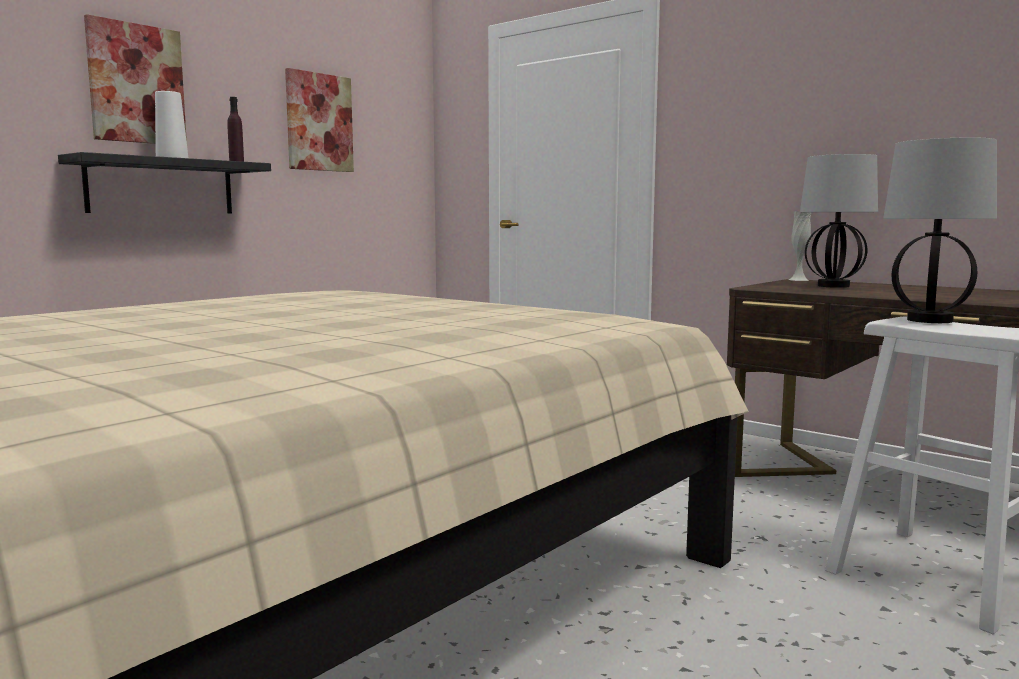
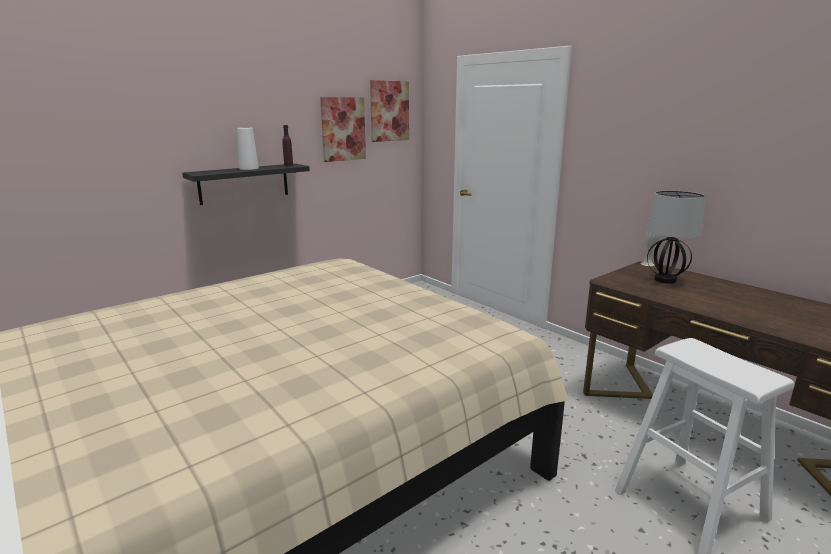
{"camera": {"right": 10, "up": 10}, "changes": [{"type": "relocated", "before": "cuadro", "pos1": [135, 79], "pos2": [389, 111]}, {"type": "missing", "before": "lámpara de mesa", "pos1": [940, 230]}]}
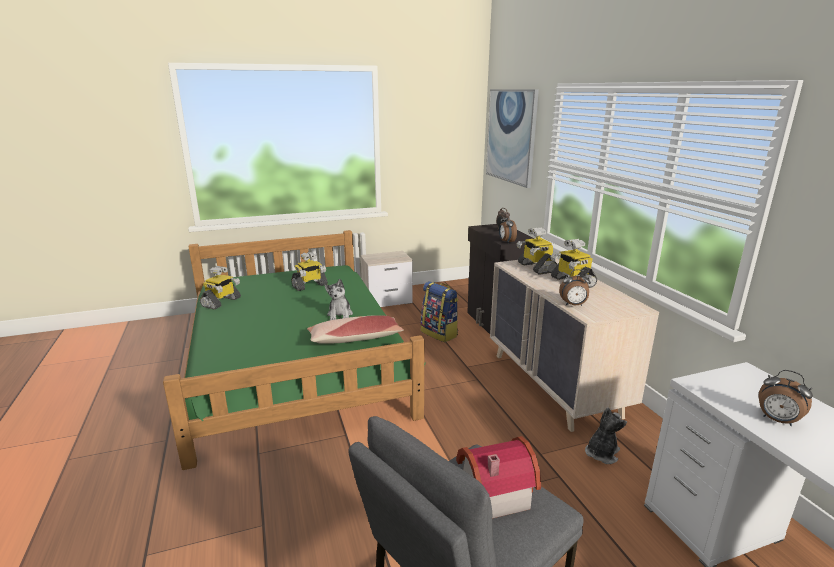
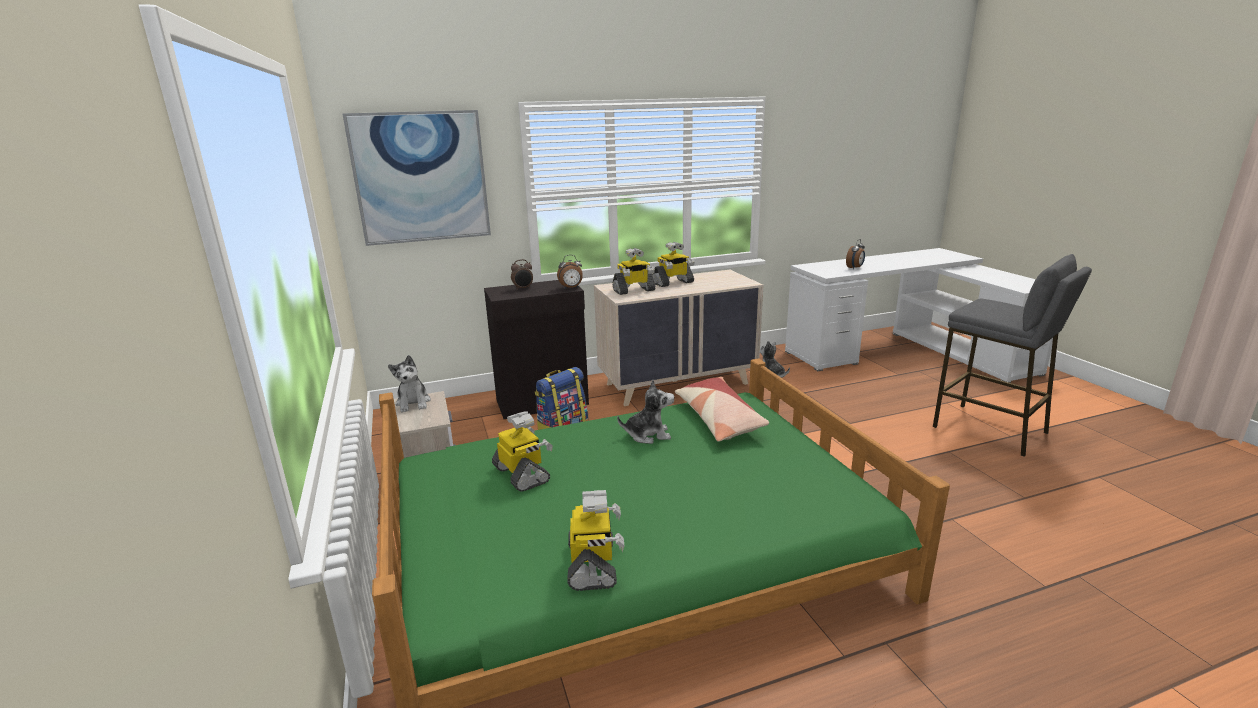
{"camera": {"right": -90, "up": 0}, "changes": [{"type": "appeared", "after": "peluche", "pos2": [409, 383]}, {"type": "spun", "before": "robot de juguete", "pos1": [220, 287], "pos2": [596, 540], "turn": 60}, {"type": "missing", "before": "casita", "pos1": [498, 477]}, {"type": "missing", "before": "despertador", "pos1": [575, 287]}]}
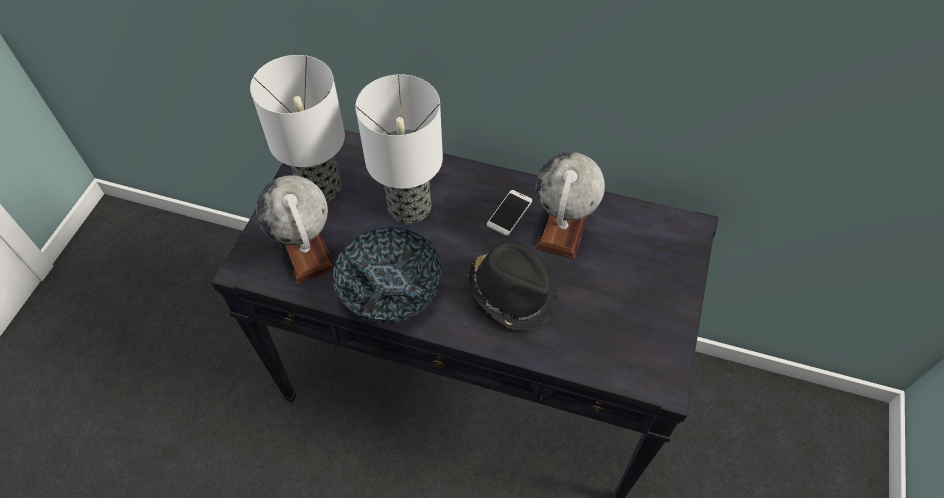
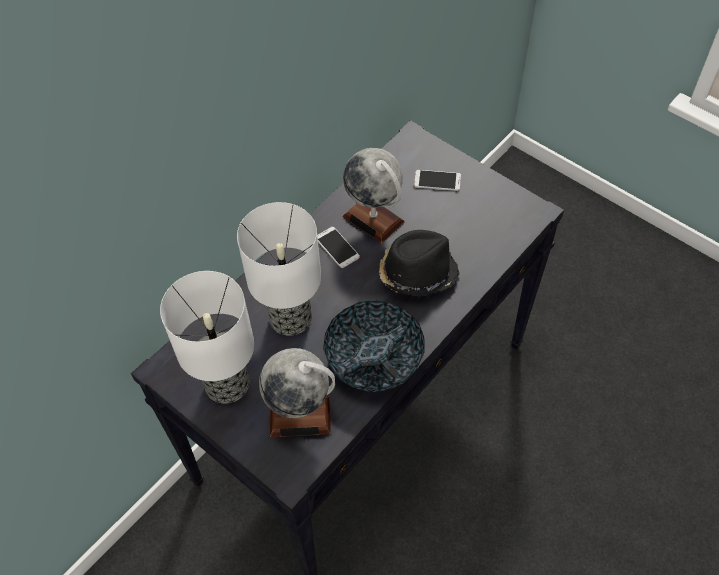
{"camera": {"right": -65, "up": 0}, "changes": [{"type": "appeared", "after": "móvil", "pos2": [437, 180]}]}
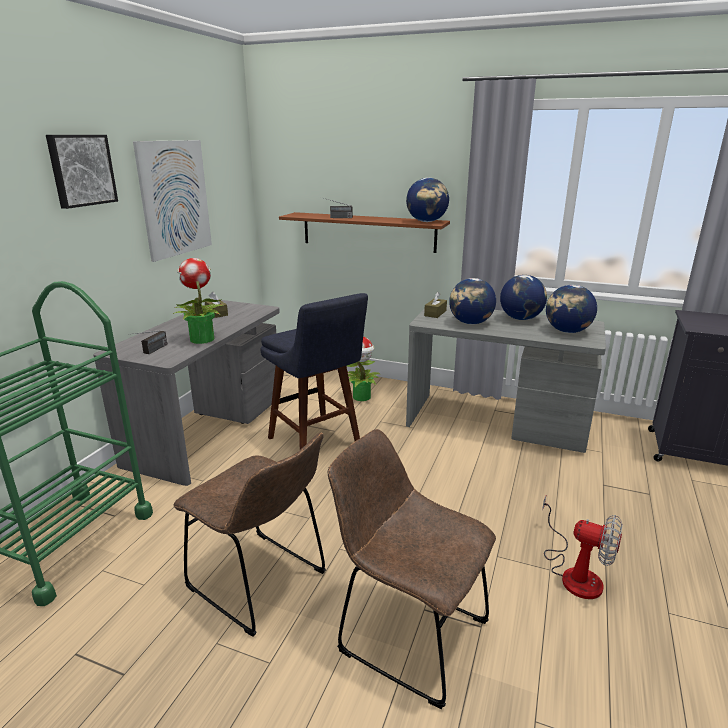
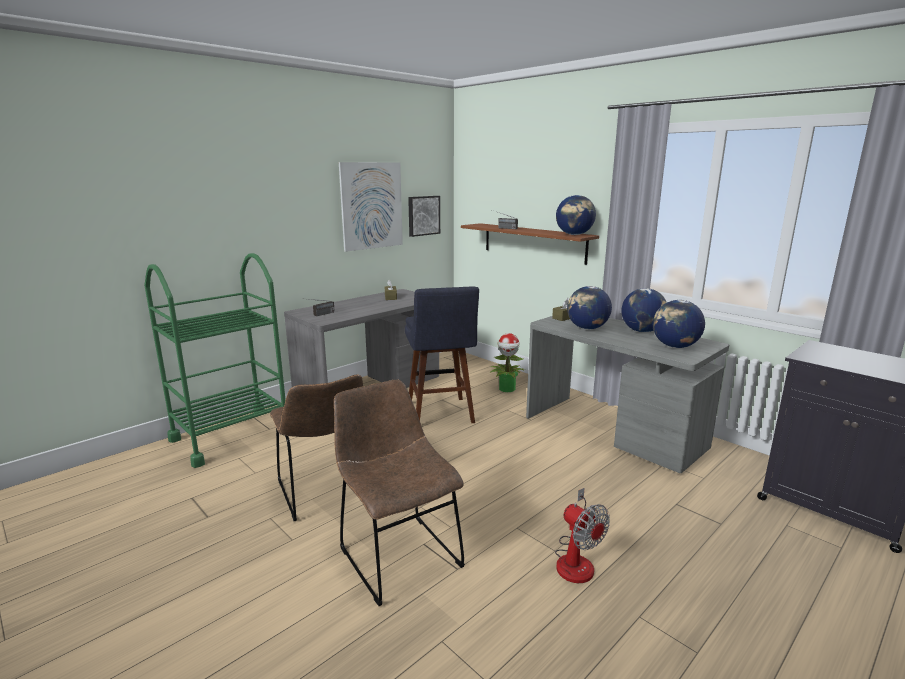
{"camera": {"right": 25, "up": -5}, "changes": [{"type": "relocated", "before": "cuadro", "pos1": [82, 172], "pos2": [424, 216]}, {"type": "missing", "before": "planta en maceta", "pos1": [199, 301]}]}
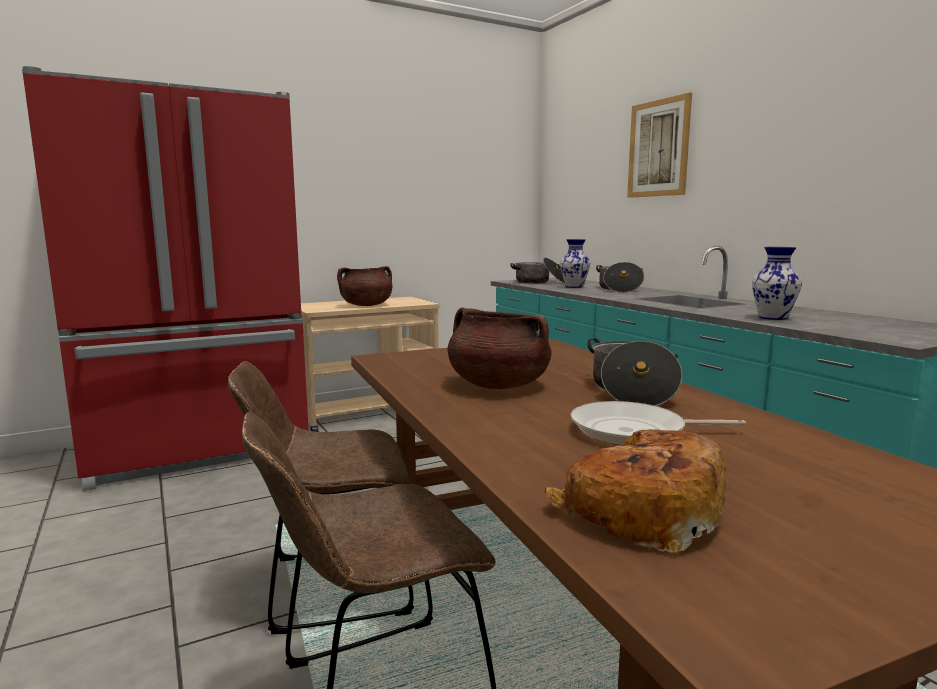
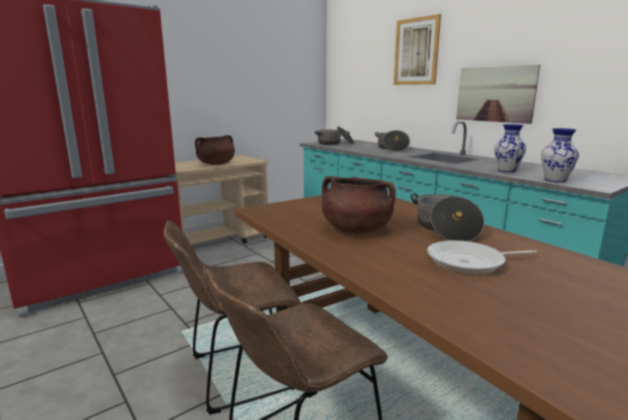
{"camera": {"right": -10, "up": 5}, "changes": [{"type": "appeared", "after": "cuadro", "pos2": [498, 94]}, {"type": "relocated", "before": "florero", "pos1": [575, 263], "pos2": [560, 155]}, {"type": "missing", "before": "pan", "pos1": [635, 490]}]}
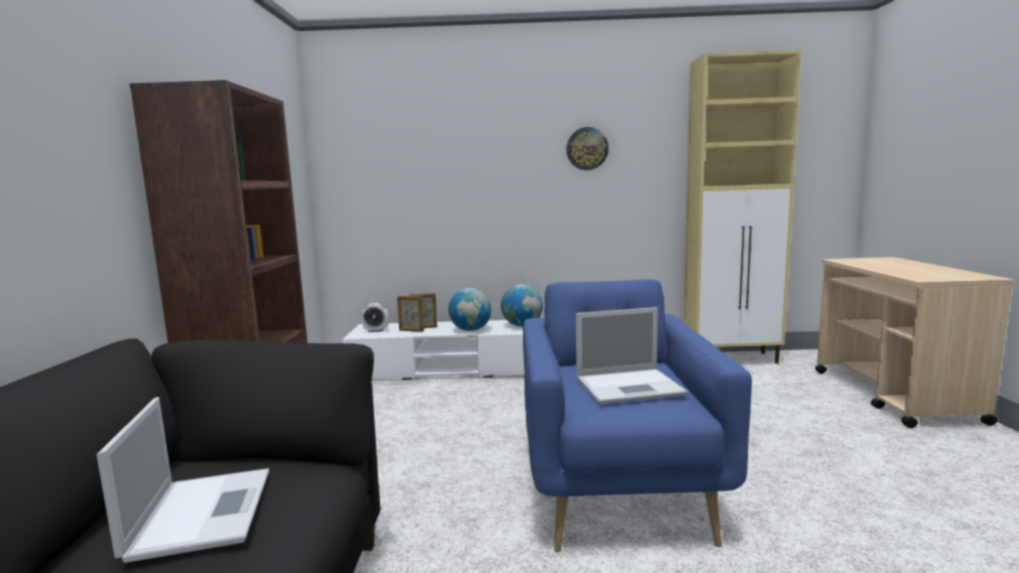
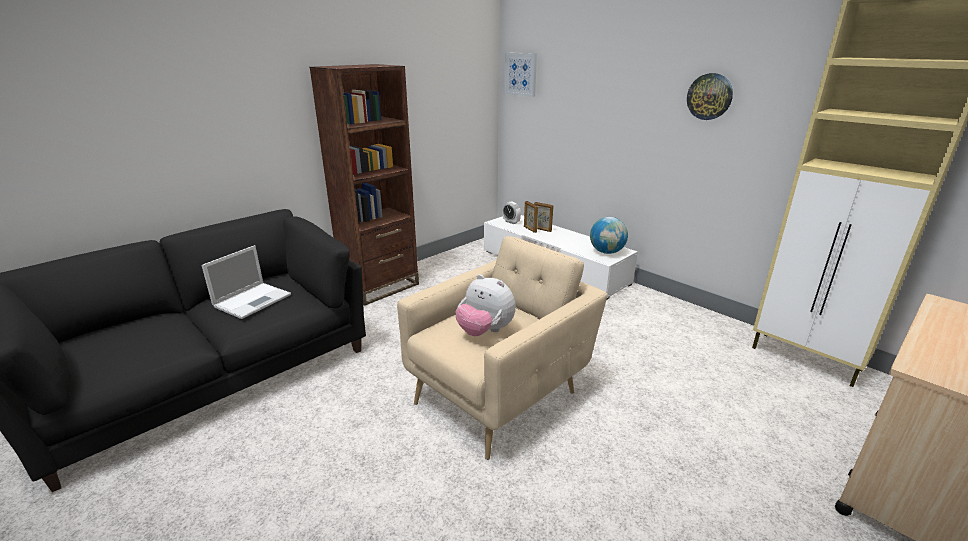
{"camera": {"right": 45, "up": 15}, "changes": [{"type": "colour", "before": "sillón/azul", "after": "sillón/beis", "pos1": [637, 415], "pos2": [502, 348]}, {"type": "exchanged", "before": "portátil", "after": "peluche", "pos1": [632, 355], "pos2": [485, 305]}, {"type": "appeared", "after": "cuadro", "pos2": [520, 75]}, {"type": "missing", "before": "globo terráqueo", "pos1": [470, 309]}]}
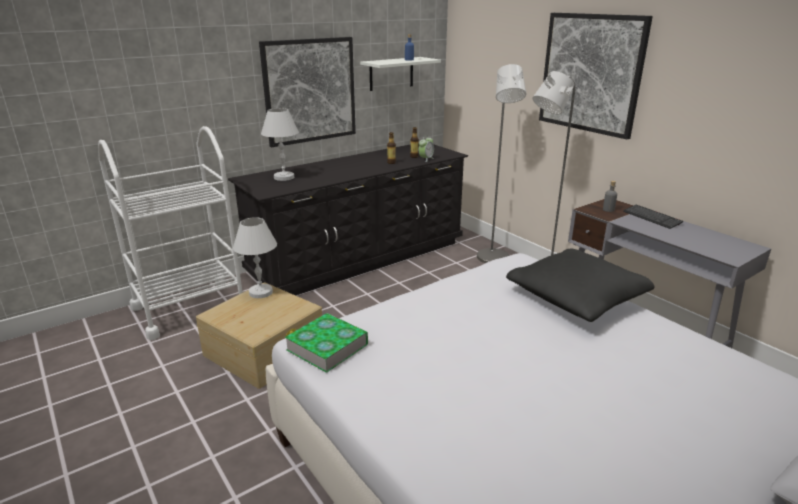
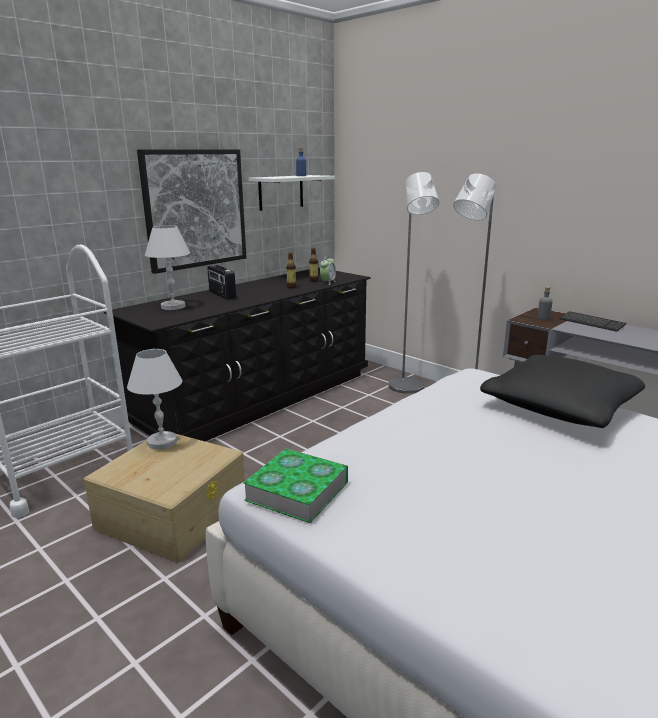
{"camera": {"right": -10, "up": -5}, "changes": [{"type": "appeared", "after": "radio", "pos2": [221, 282]}, {"type": "missing", "before": "cuadro", "pos1": [596, 76]}]}
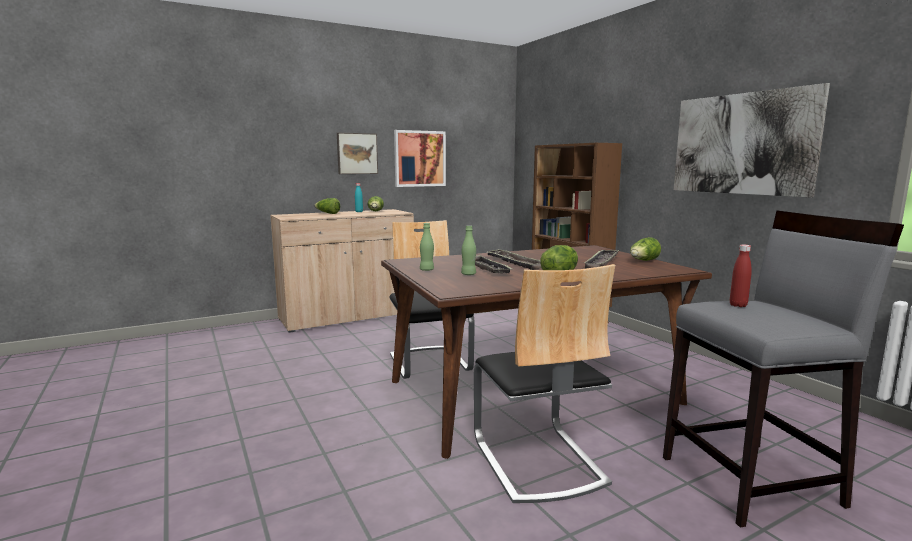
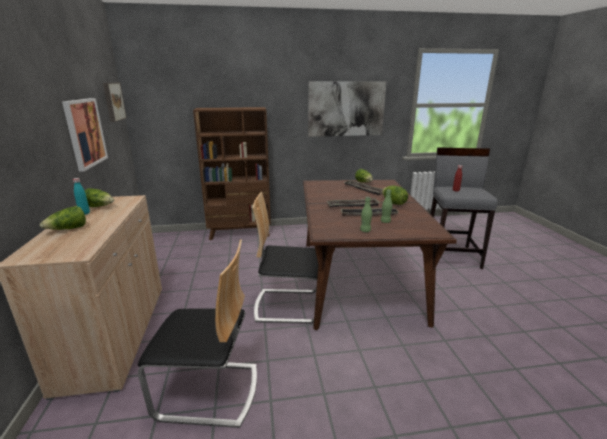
{"camera": {"right": -70, "up": 10}, "changes": [{"type": "relocated", "before": "cuadro", "pos1": [357, 153], "pos2": [115, 102]}, {"type": "relocated", "before": "silla", "pos1": [544, 383], "pos2": [197, 333]}]}
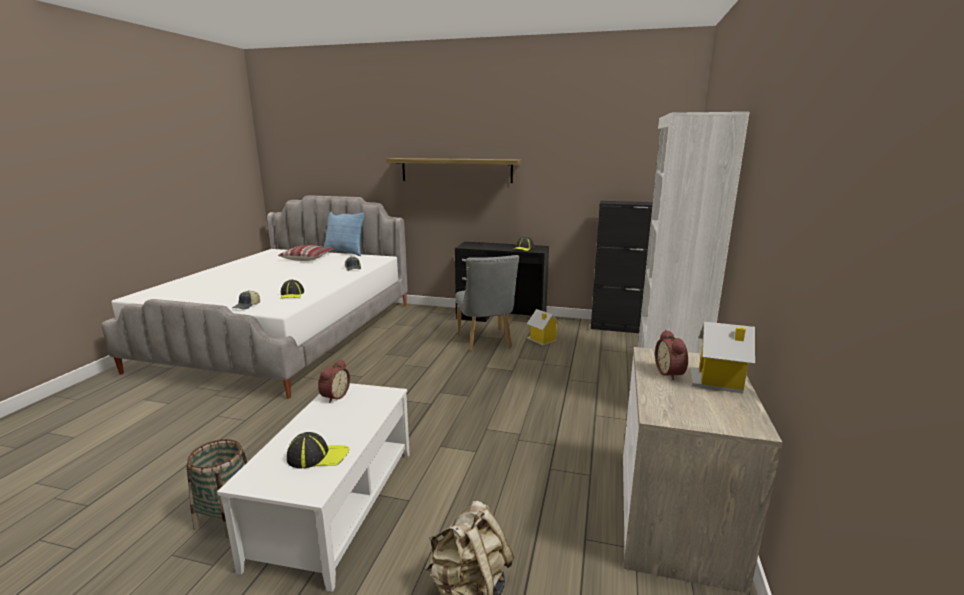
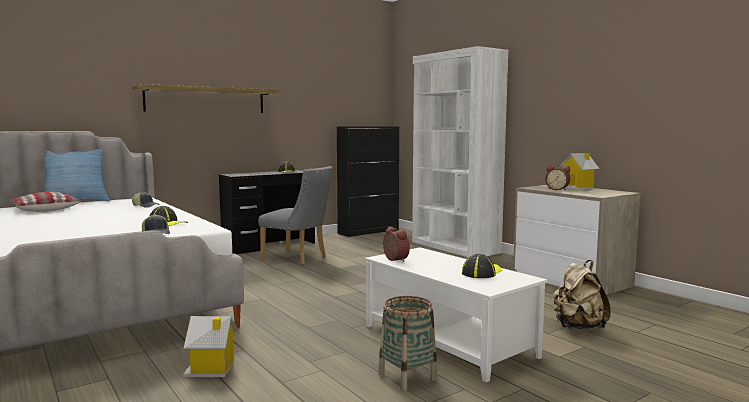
{"camera": {"right": -50, "up": -10}, "changes": [{"type": "relocated", "before": "casita", "pos1": [544, 327], "pos2": [210, 346]}]}
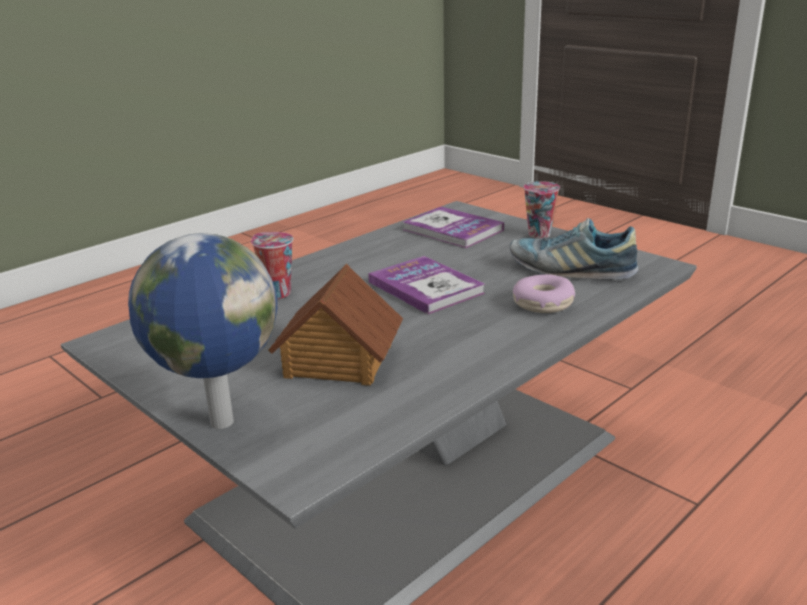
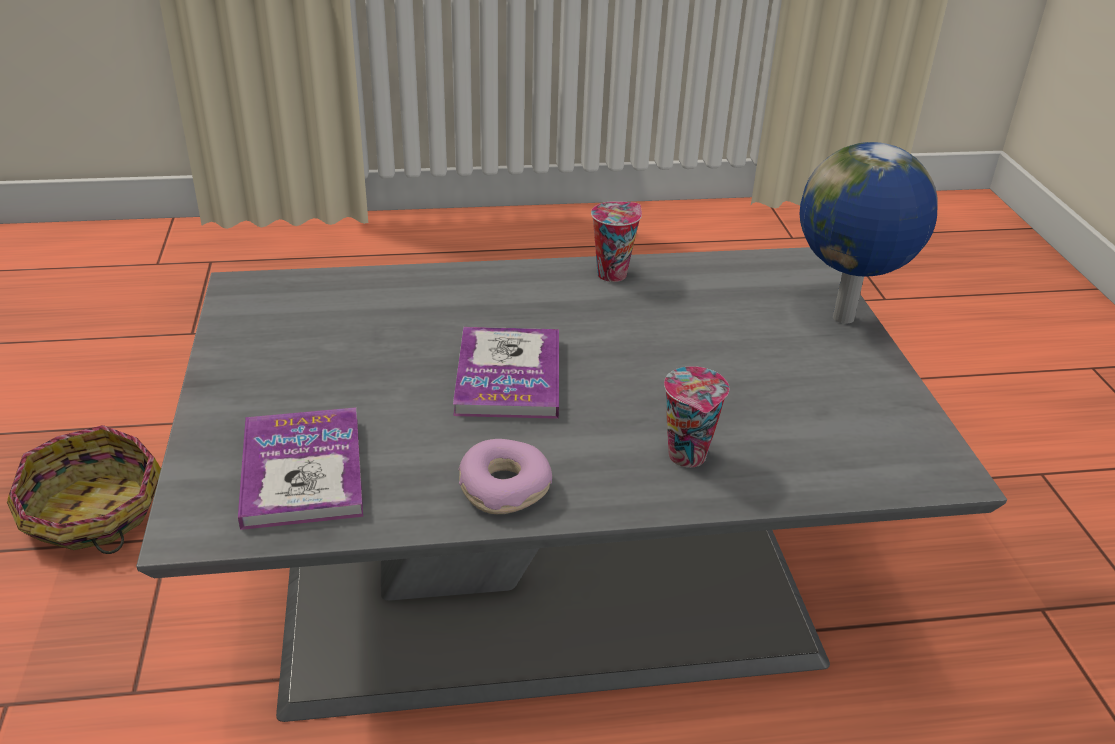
{"camera": {"right": -145, "up": 10}, "changes": [{"type": "appeared", "after": "cesta", "pos2": [84, 489]}, {"type": "relocated", "before": "rosquilla", "pos1": [544, 293], "pos2": [505, 476]}, {"type": "relocated", "before": "taza", "pos1": [541, 209], "pos2": [616, 241]}, {"type": "missing", "before": "casita", "pos1": [335, 325]}, {"type": "missing", "before": "zapato", "pos1": [574, 249]}]}
